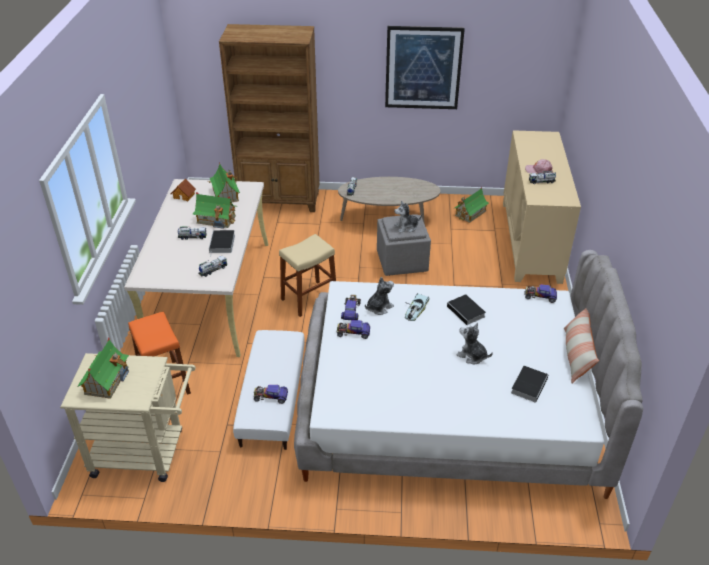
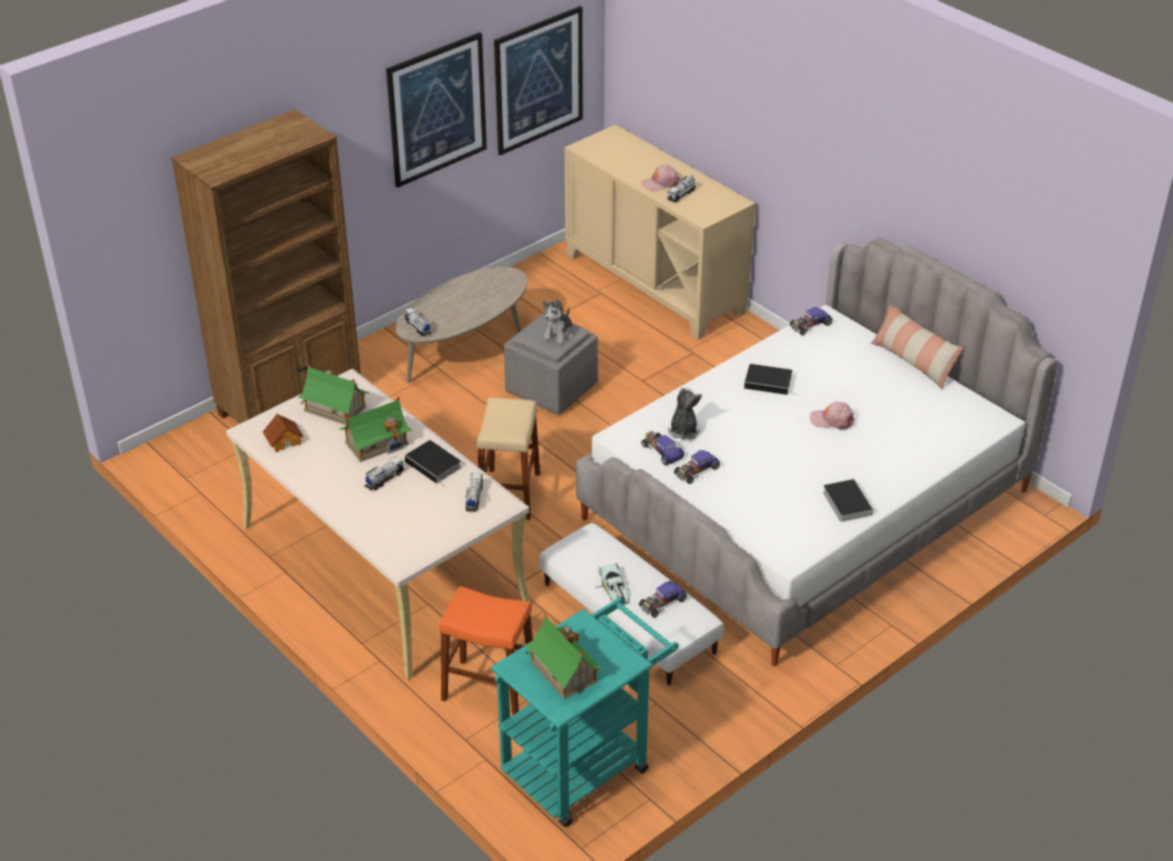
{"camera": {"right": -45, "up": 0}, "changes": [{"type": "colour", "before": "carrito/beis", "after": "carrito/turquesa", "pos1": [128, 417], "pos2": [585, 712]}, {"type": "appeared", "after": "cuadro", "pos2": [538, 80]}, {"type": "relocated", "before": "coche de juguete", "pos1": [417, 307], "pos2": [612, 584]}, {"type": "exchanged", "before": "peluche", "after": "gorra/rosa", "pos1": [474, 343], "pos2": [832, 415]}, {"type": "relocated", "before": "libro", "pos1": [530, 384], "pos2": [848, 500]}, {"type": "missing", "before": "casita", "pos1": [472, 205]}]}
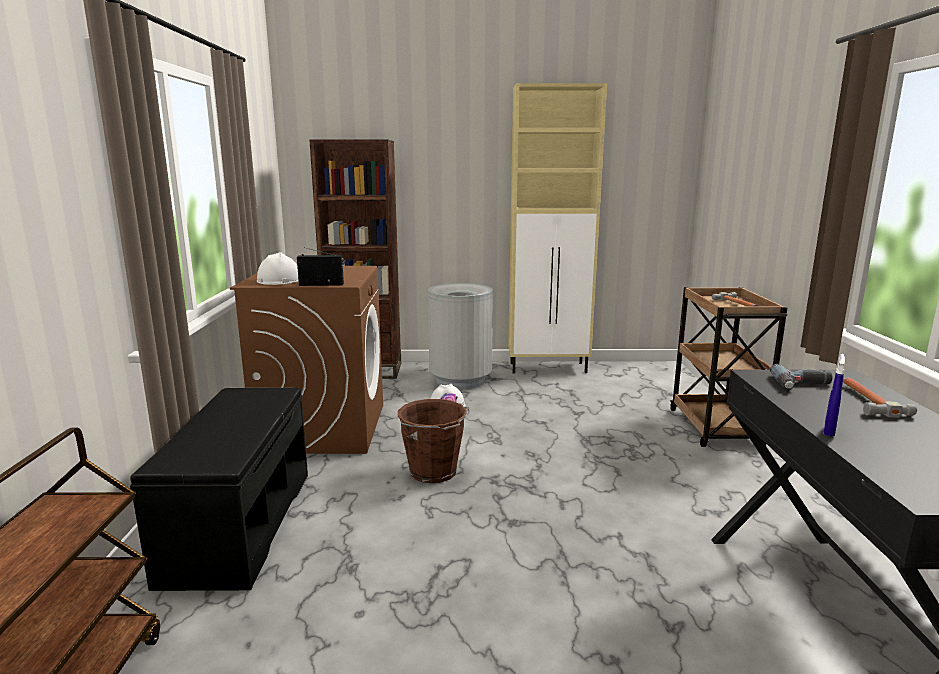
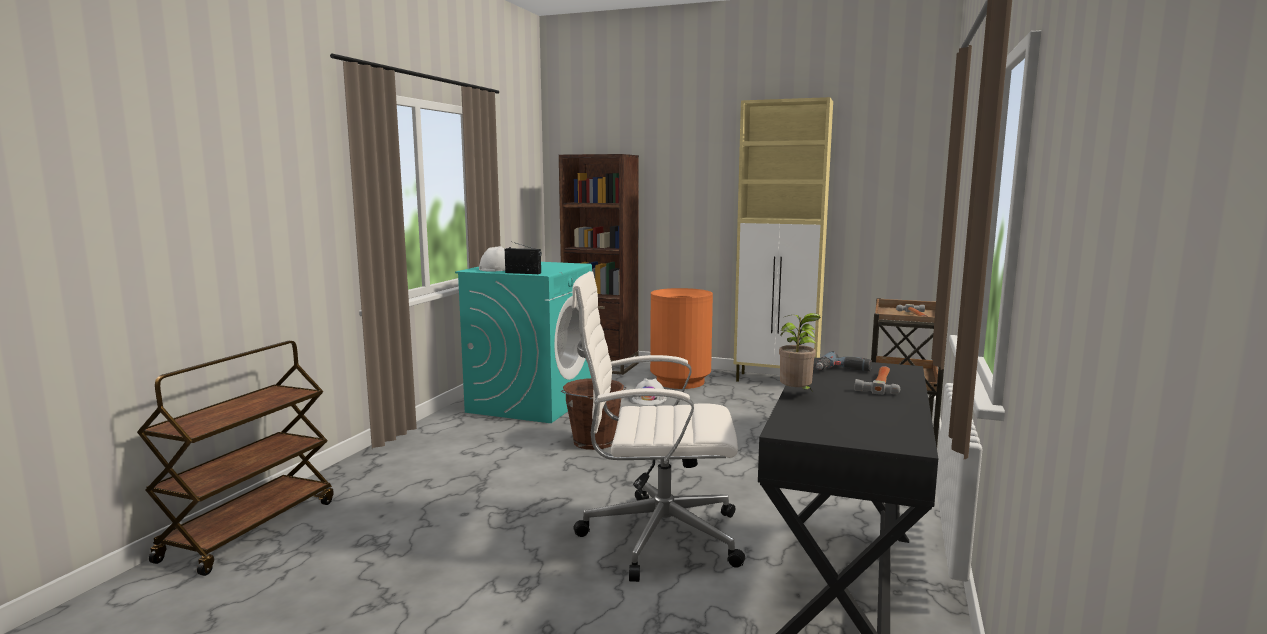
{"camera": {"right": 20, "up": -5}, "changes": [{"type": "colour", "before": "lavadora/marrón", "after": "lavadora/turquesa", "pos1": [306, 360], "pos2": [523, 342]}, {"type": "appeared", "after": "silla de oficina/blanco", "pos2": [658, 426]}, {"type": "colour", "before": "papelera/gris", "after": "papelera/naranja", "pos1": [460, 336], "pos2": [681, 338]}, {"type": "exchanged", "before": "pulverizador/azul", "after": "planta en maceta", "pos1": [834, 395], "pos2": [800, 351]}, {"type": "missing", "before": "banco/negro", "pos1": [219, 489]}]}
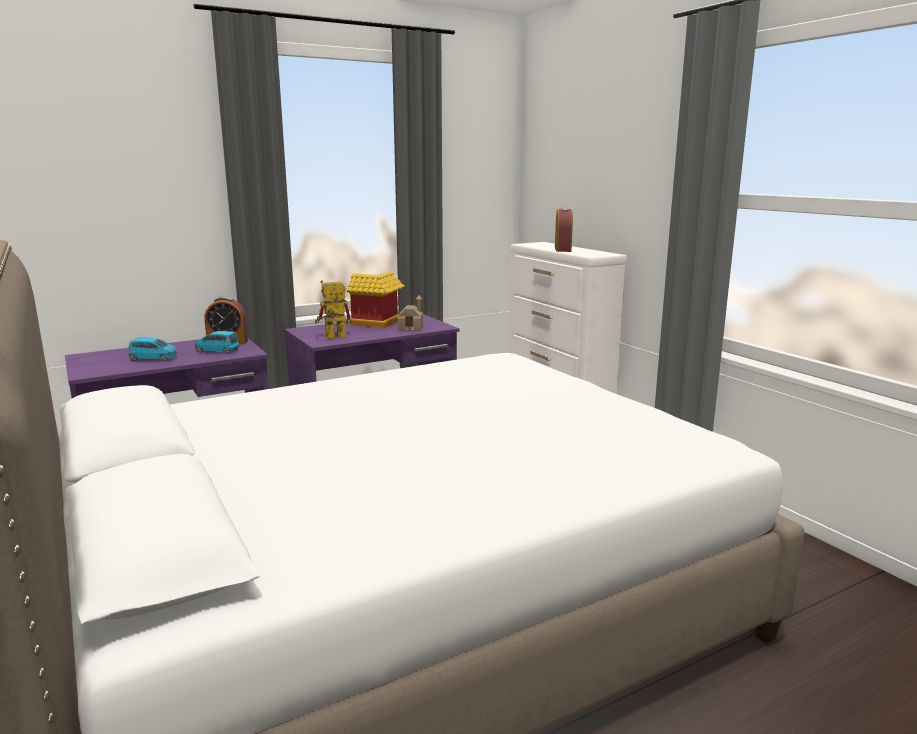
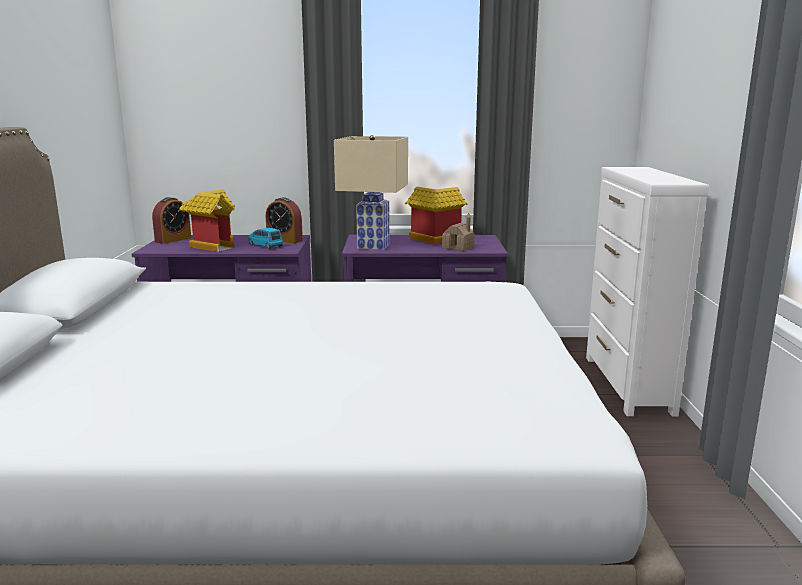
{"camera": {"right": 30, "up": 0}, "changes": [{"type": "relocated", "before": "despertador", "pos1": [564, 229], "pos2": [171, 220]}, {"type": "exchanged", "before": "coche de juguete/azul", "after": "casita", "pos1": [152, 349], "pos2": [207, 220]}, {"type": "exchanged", "before": "robot de juguete", "after": "lámpara de mesa/beis", "pos1": [333, 309], "pos2": [371, 192]}]}
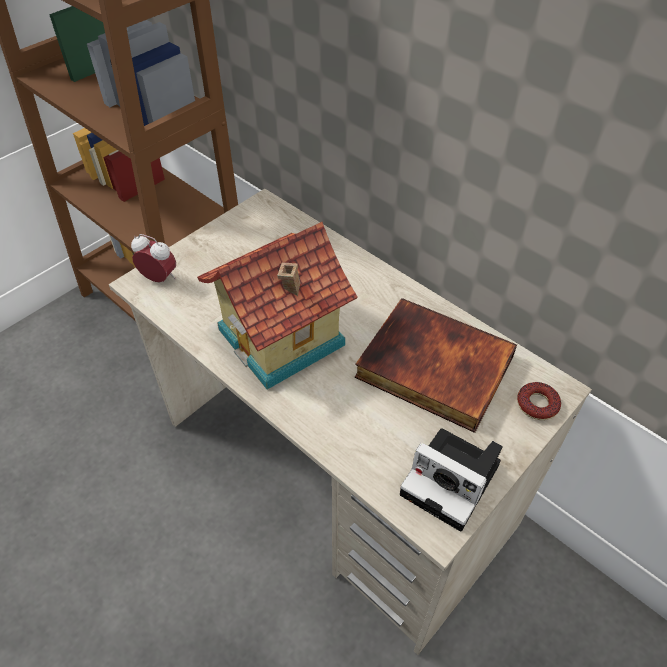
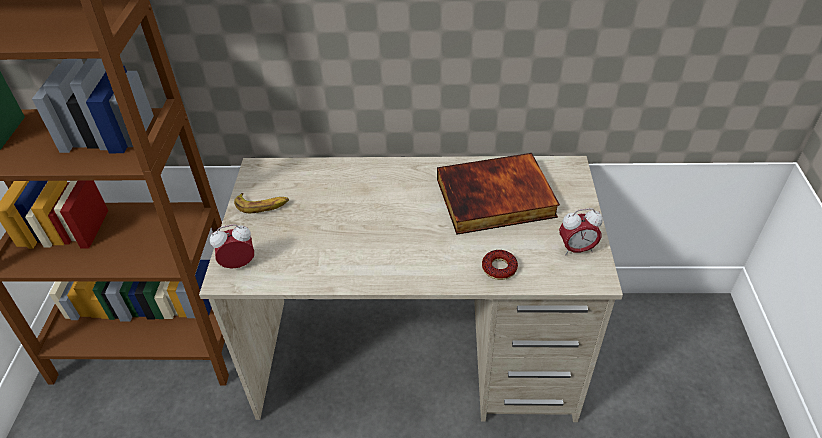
{"camera": {"right": -40, "up": -5}, "changes": [{"type": "appeared", "after": "plátano", "pos2": [261, 203]}, {"type": "relocated", "before": "rosquilla", "pos1": [539, 401], "pos2": [500, 265]}, {"type": "exchanged", "before": "cámara", "after": "despertador", "pos1": [451, 480], "pos2": [581, 232]}, {"type": "missing", "before": "casita", "pos1": [277, 305]}]}
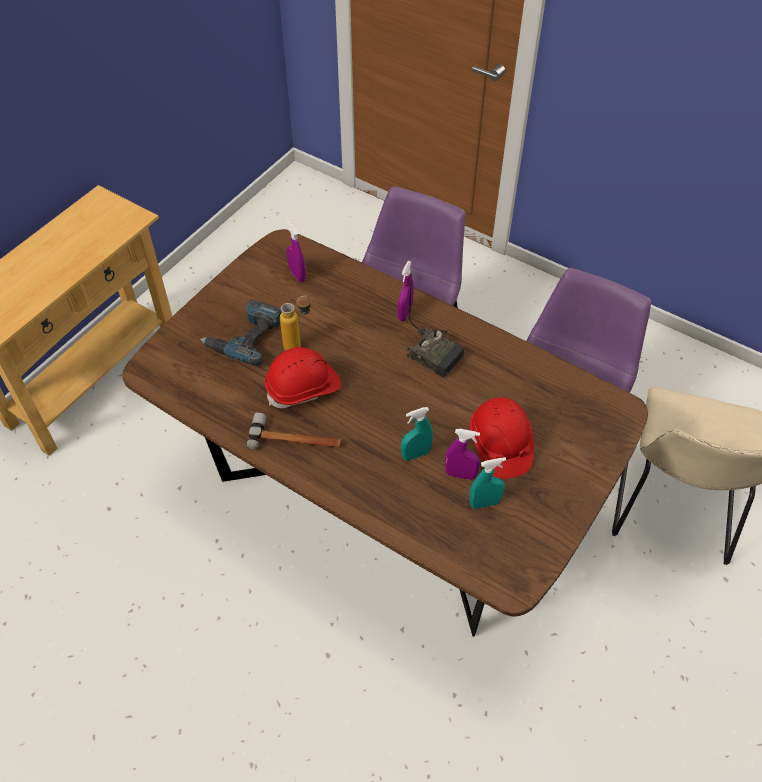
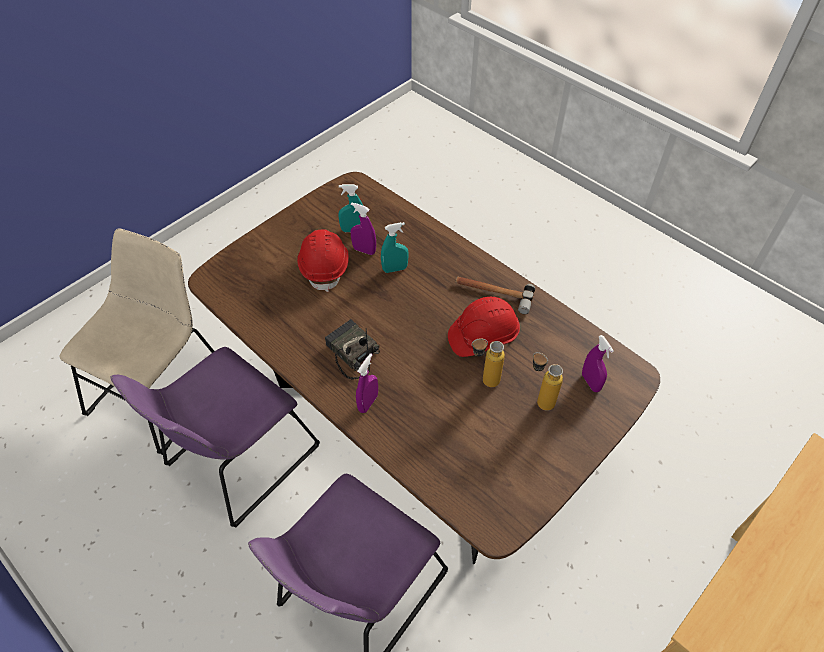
{"camera": {"right": -170, "up": 0}, "changes": [{"type": "exchanged", "before": "taladro", "after": "botella", "pos1": [241, 332], "pos2": [548, 381]}, {"type": "relocated", "before": "pulverizador/morado", "pos1": [296, 251], "pos2": [598, 363]}]}
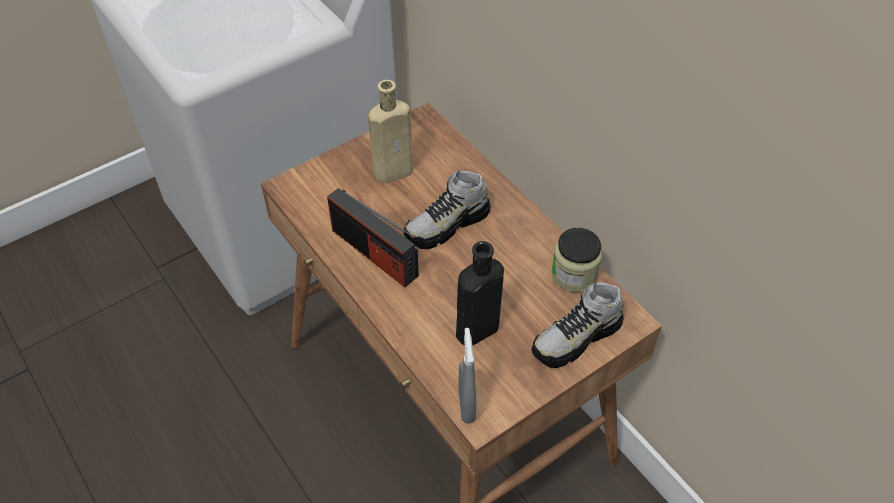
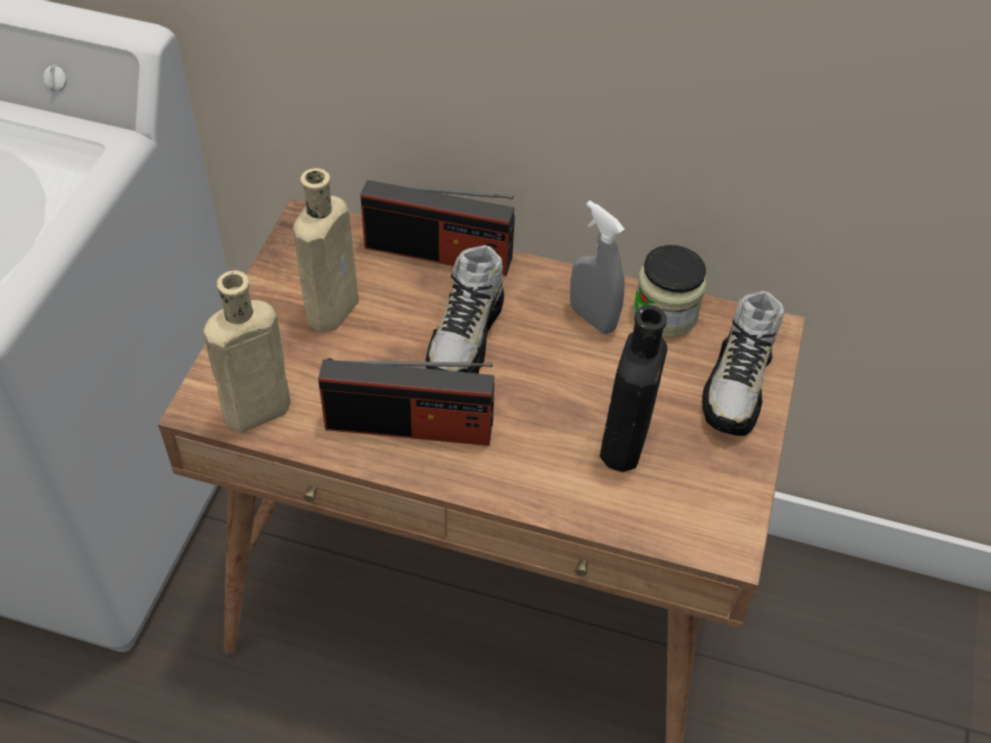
{"camera": {"right": -40, "up": 0}, "changes": [{"type": "appeared", "after": "botella/beis", "pos2": [246, 351]}, {"type": "appeared", "after": "radio", "pos2": [437, 228]}, {"type": "relocated", "before": "pulverizador/gris", "pos1": [467, 376], "pos2": [597, 267]}]}
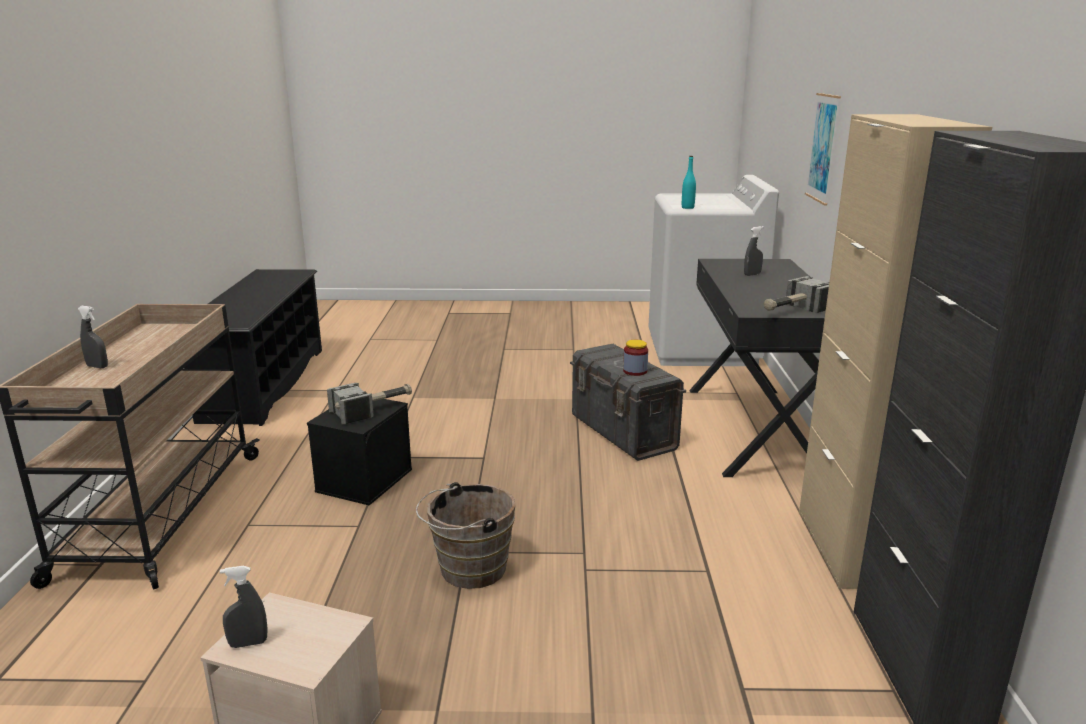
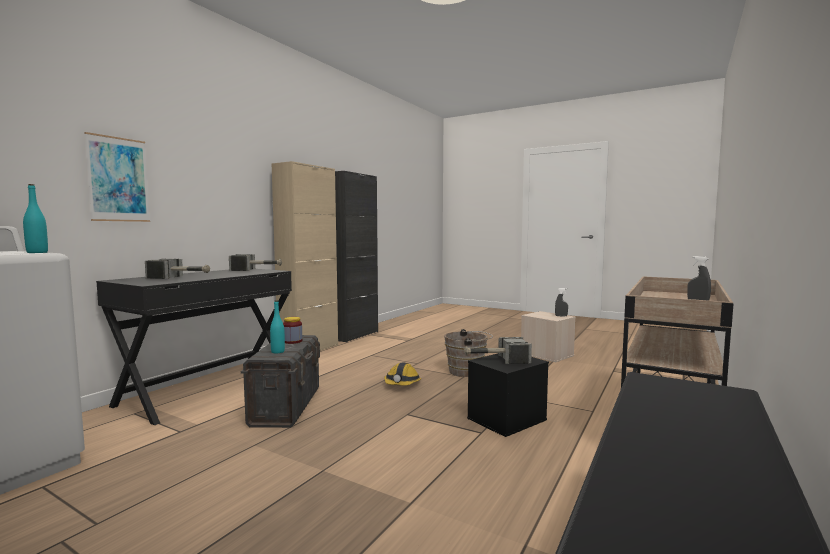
{"camera": {"right": -150, "up": -15}, "changes": [{"type": "exchanged", "before": "pulverizador/gris", "after": "martillo", "pos1": [754, 251], "pos2": [177, 269]}, {"type": "appeared", "after": "botella/turquesa", "pos2": [277, 326]}, {"type": "appeared", "after": "casco", "pos2": [402, 374]}]}
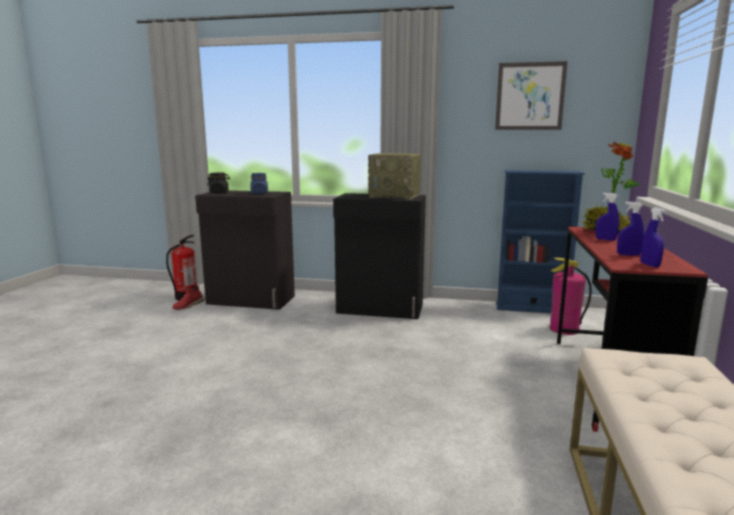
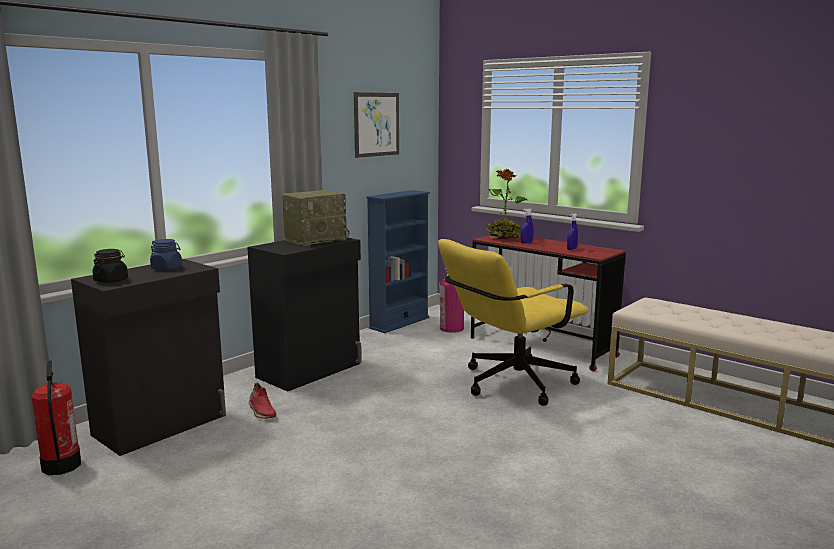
{"camera": {"right": -60, "up": 0}, "changes": [{"type": "relocated", "before": "zapato/rojo", "pos1": [189, 298], "pos2": [262, 400]}, {"type": "appeared", "after": "silla de oficina/amarillo", "pos2": [513, 322]}, {"type": "missing", "before": "pulverizador/azul", "pos1": [653, 237]}]}
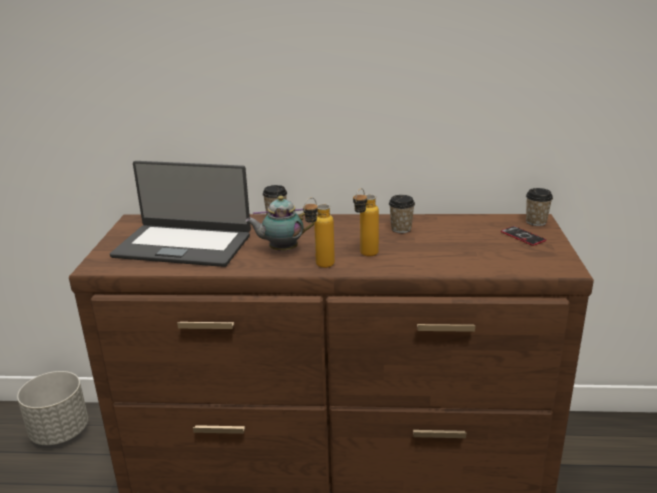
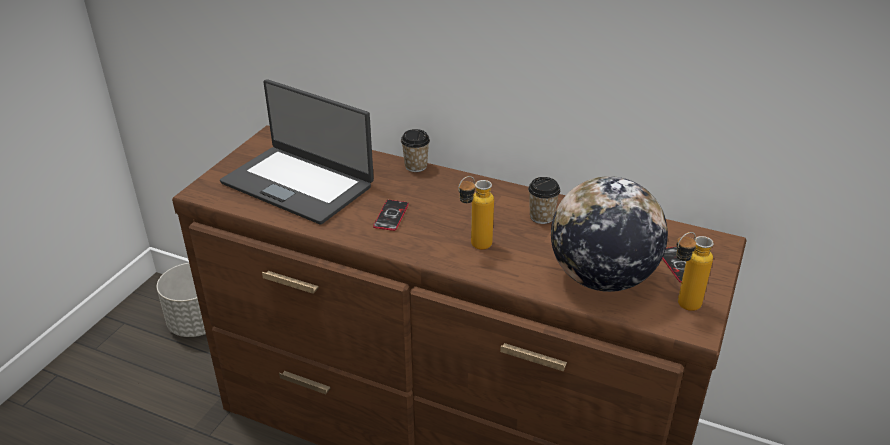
{"camera": {"right": 20, "up": 10}, "changes": [{"type": "exchanged", "before": "tetera", "after": "móvil", "pos1": [279, 223], "pos2": [391, 215]}, {"type": "appeared", "after": "globo terráqueo", "pos2": [609, 234]}, {"type": "relocated", "before": "botella", "pos1": [319, 233], "pos2": [695, 271]}, {"type": "missing", "before": "taza", "pos1": [539, 207]}]}
